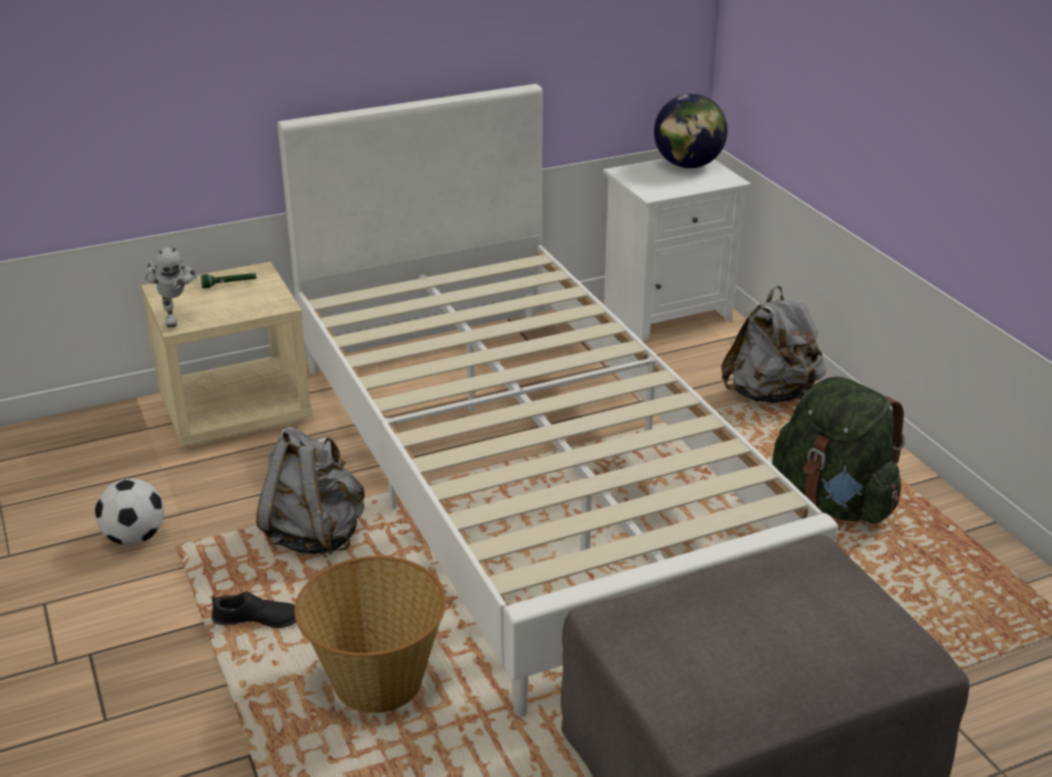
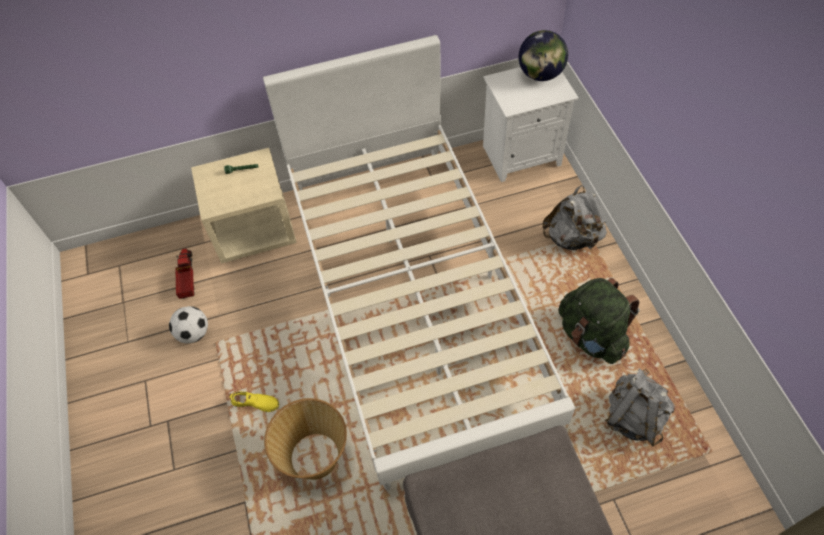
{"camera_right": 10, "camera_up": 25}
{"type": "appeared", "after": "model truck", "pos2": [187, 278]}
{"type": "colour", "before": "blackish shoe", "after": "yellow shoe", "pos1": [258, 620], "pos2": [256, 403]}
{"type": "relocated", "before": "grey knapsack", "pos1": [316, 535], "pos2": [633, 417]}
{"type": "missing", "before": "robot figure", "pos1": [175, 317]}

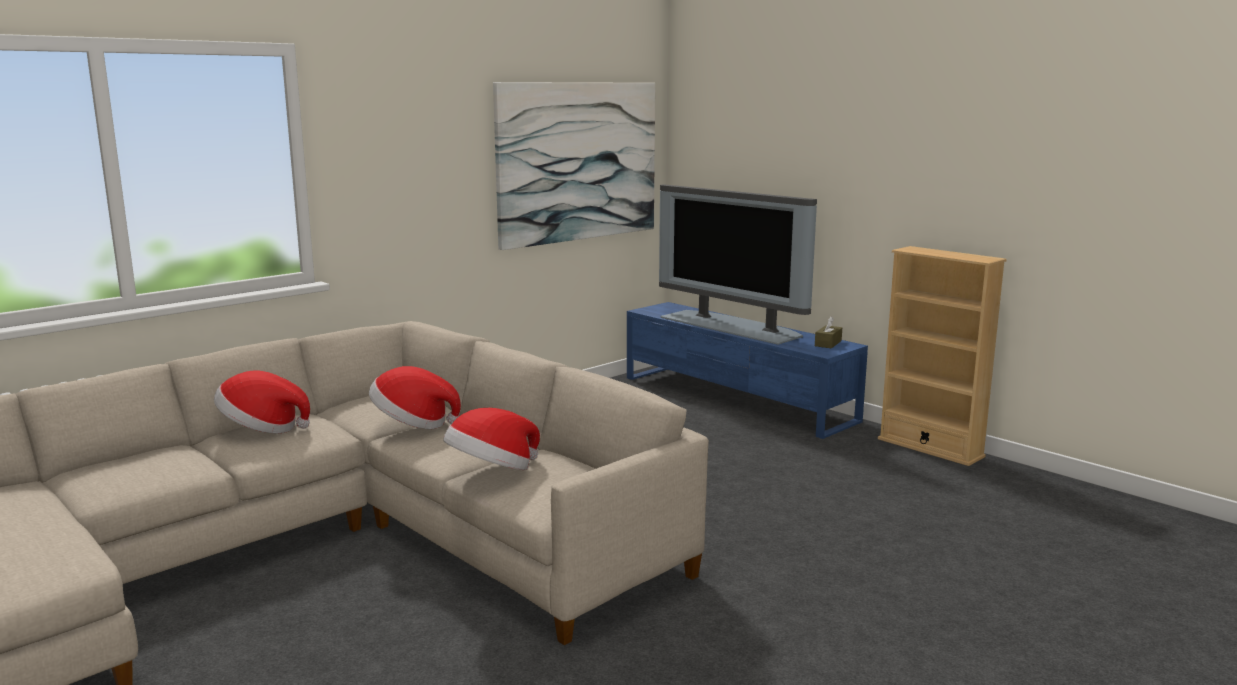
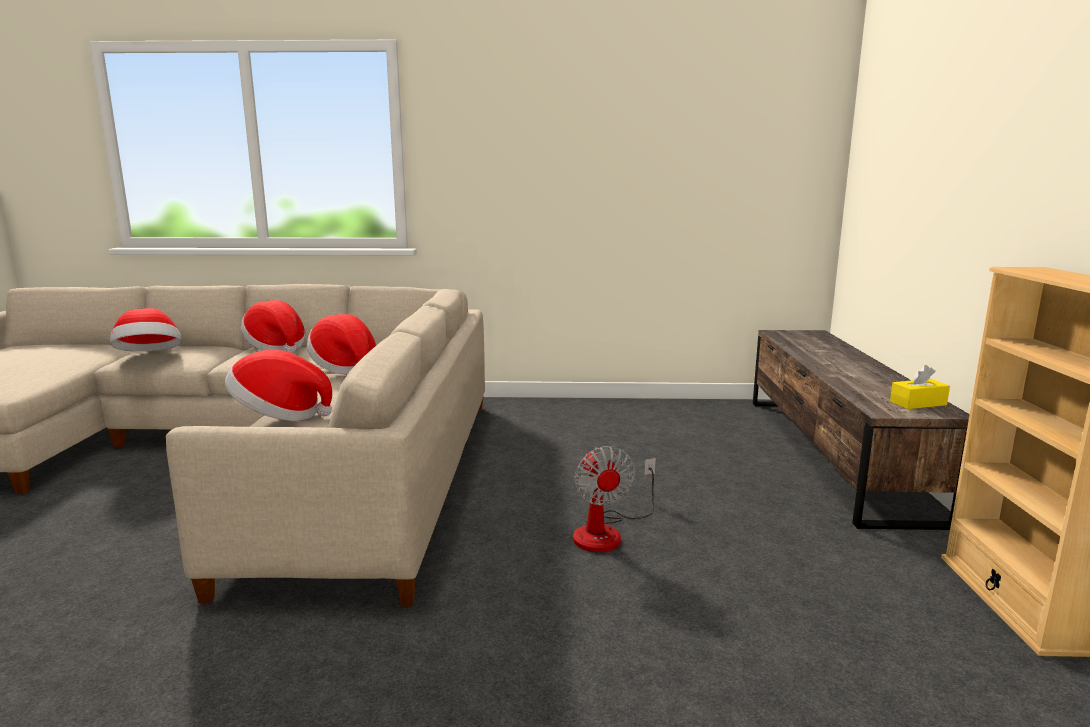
{"camera_right": 45, "camera_up": 0}
{"type": "appeared", "after": "hat", "pos2": [150, 356]}
{"type": "appeared", "after": "fan", "pos2": [607, 532]}
{"type": "colour", "before": "blue media console", "after": "brown media console", "pos1": [736, 399], "pos2": [833, 453]}
{"type": "colour", "before": "brown tissue holder", "after": "yellow tissue holder", "pos1": [828, 343], "pos2": [918, 403]}
{"type": "missing", "before": "wall picture", "pos1": [578, 162]}
{"type": "missing", "before": "TV", "pos1": [732, 326]}

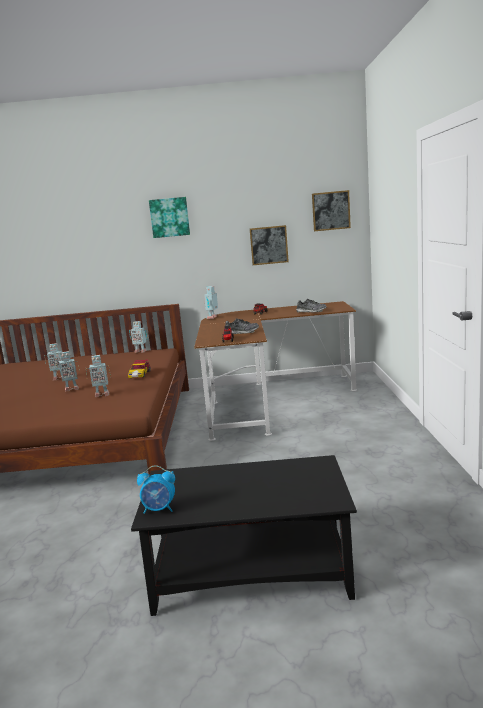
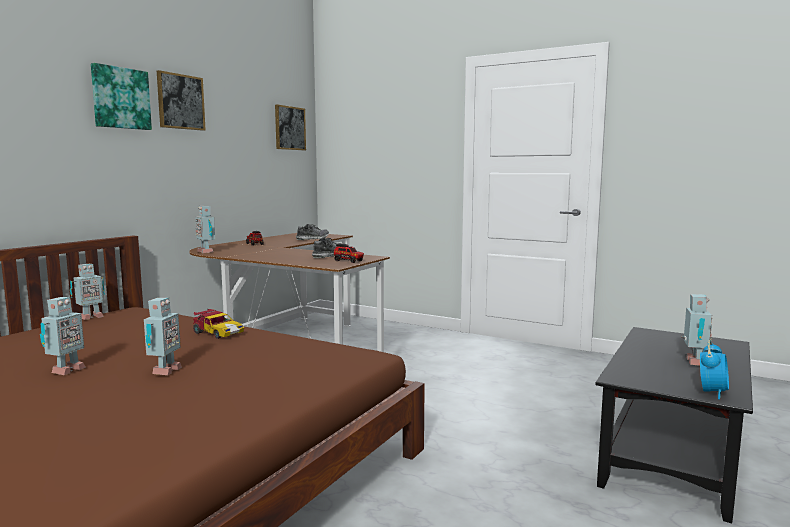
{"camera_right": -60, "camera_up": -5}
{"type": "relocated", "before": "wall picture", "pos1": [269, 245], "pos2": [180, 102]}
{"type": "relocated", "before": "robot figure", "pos1": [101, 395], "pos2": [694, 362]}

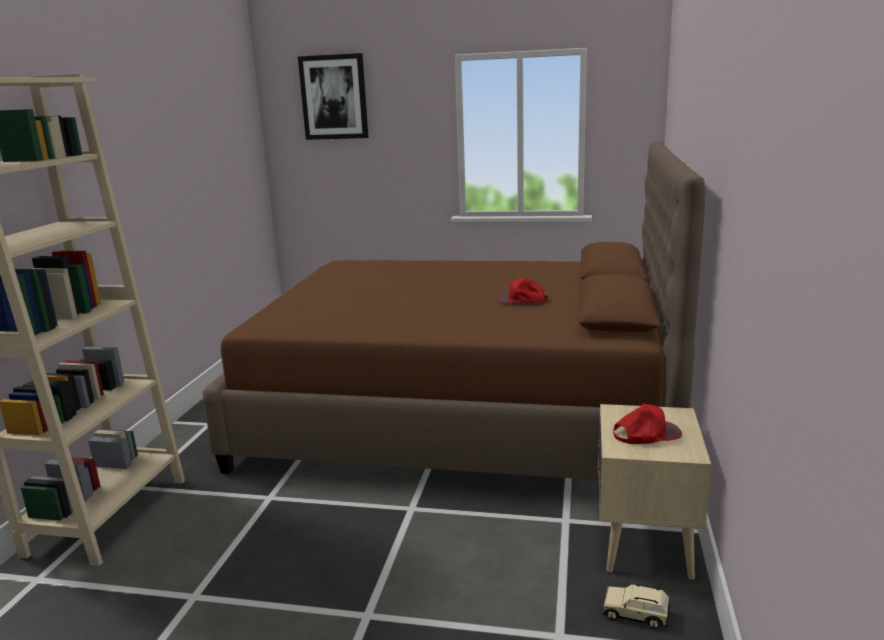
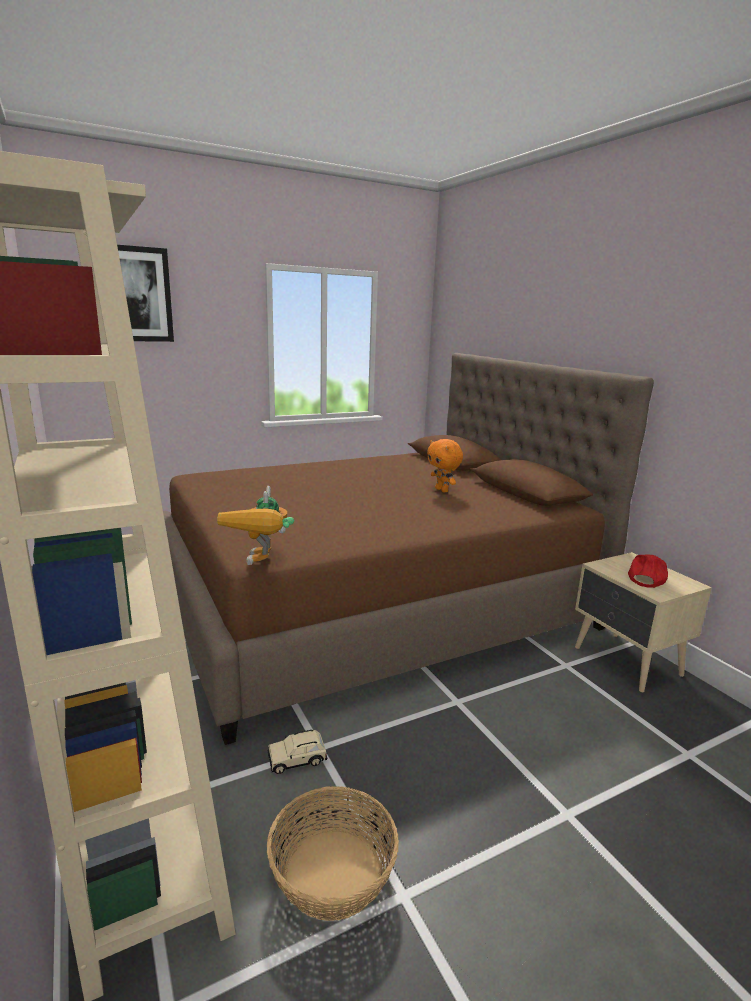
{"camera_right": -40, "camera_up": 0}
{"type": "appeared", "after": "robot figure", "pos2": [263, 565]}
{"type": "appeared", "after": "basket", "pos2": [333, 872]}
{"type": "relocated", "before": "sand-coloured model car", "pos1": [636, 614], "pos2": [297, 759]}
{"type": "exchanged", "before": "red-coloured cap", "after": "orange plush toy", "pos1": [522, 300], "pos2": [442, 490]}

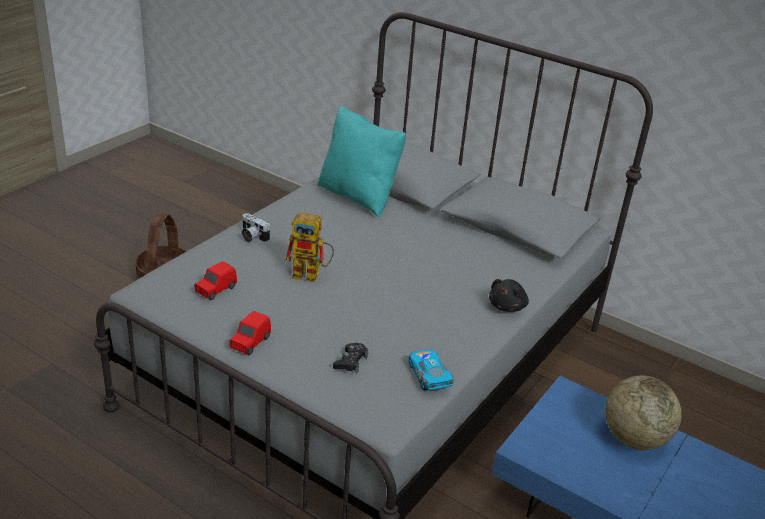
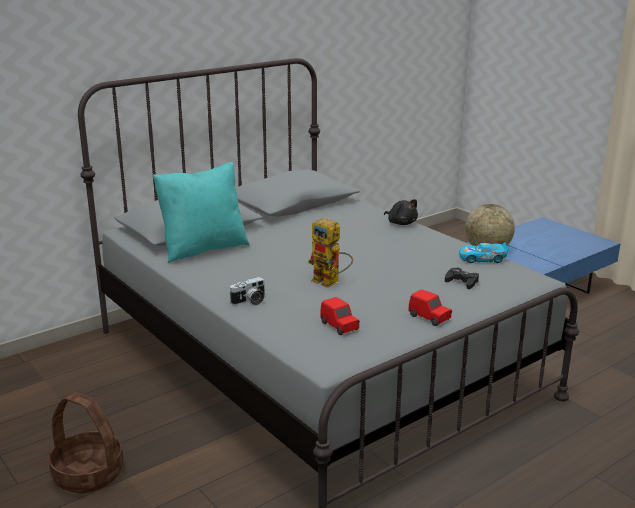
{"camera_right": -70, "camera_up": -10}
{"type": "spun", "before": "robot figure", "pos1": [312, 275], "pos2": [331, 282], "turn": 105}

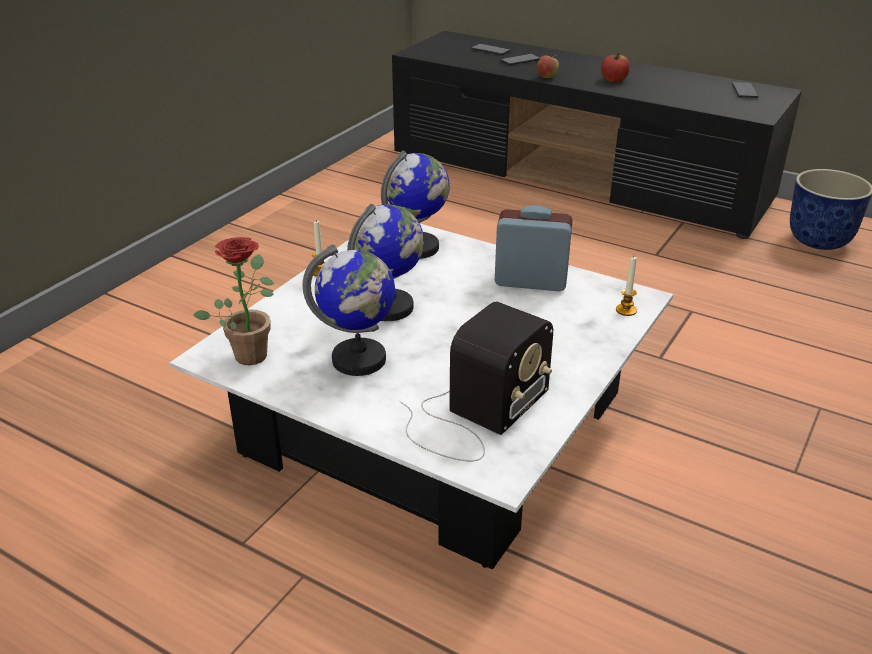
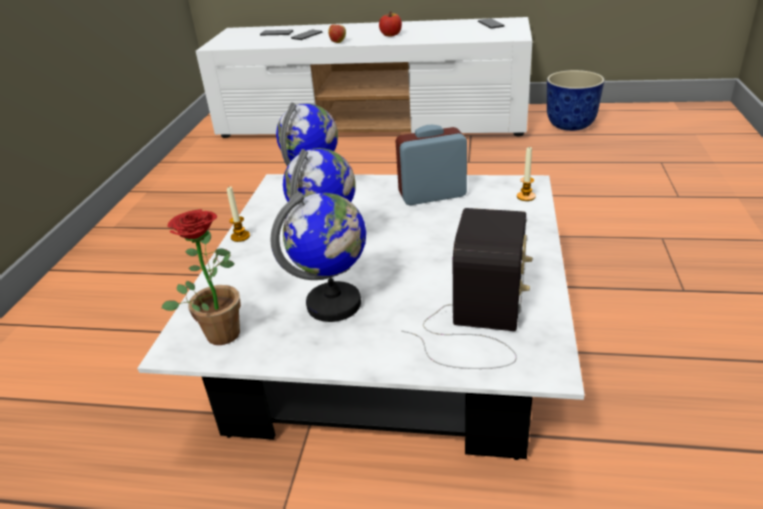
{"camera_right": -20, "camera_up": 0}
{"type": "colour", "before": "blackish media console", "after": "whitish media console", "pos1": [578, 178], "pos2": [373, 123]}

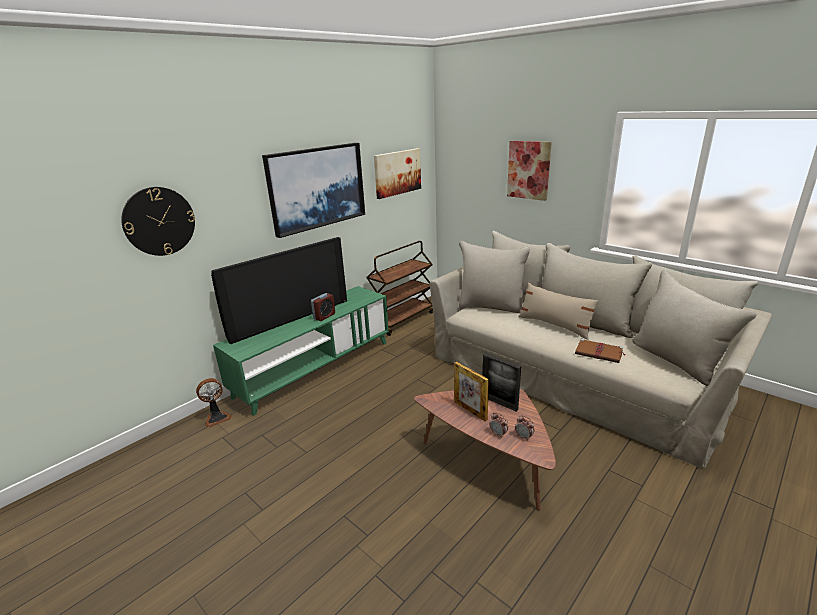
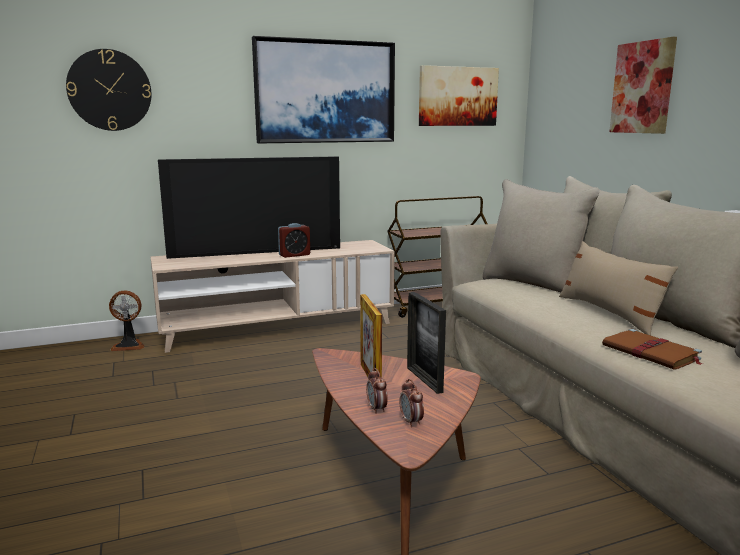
{"camera_right": 25, "camera_up": -10}
{"type": "colour", "before": "green media console", "after": "sand-coloured media console", "pos1": [315, 368], "pos2": [278, 328]}

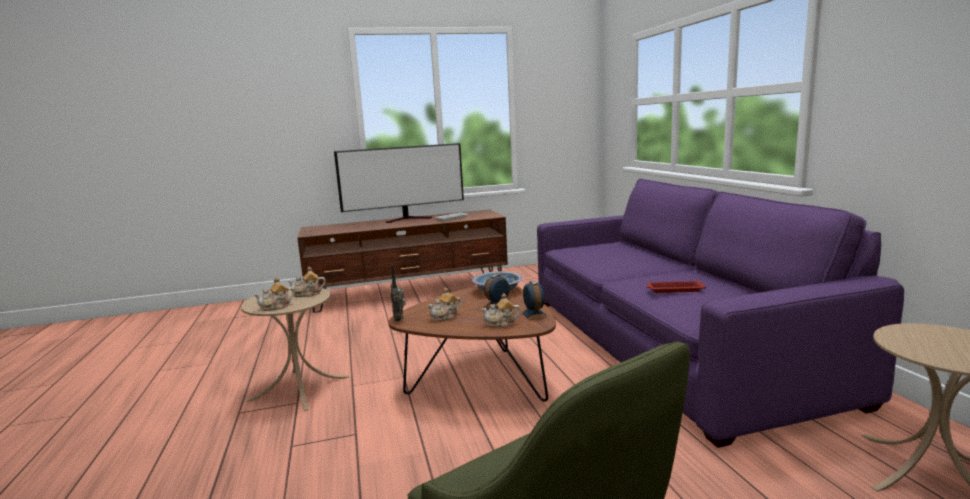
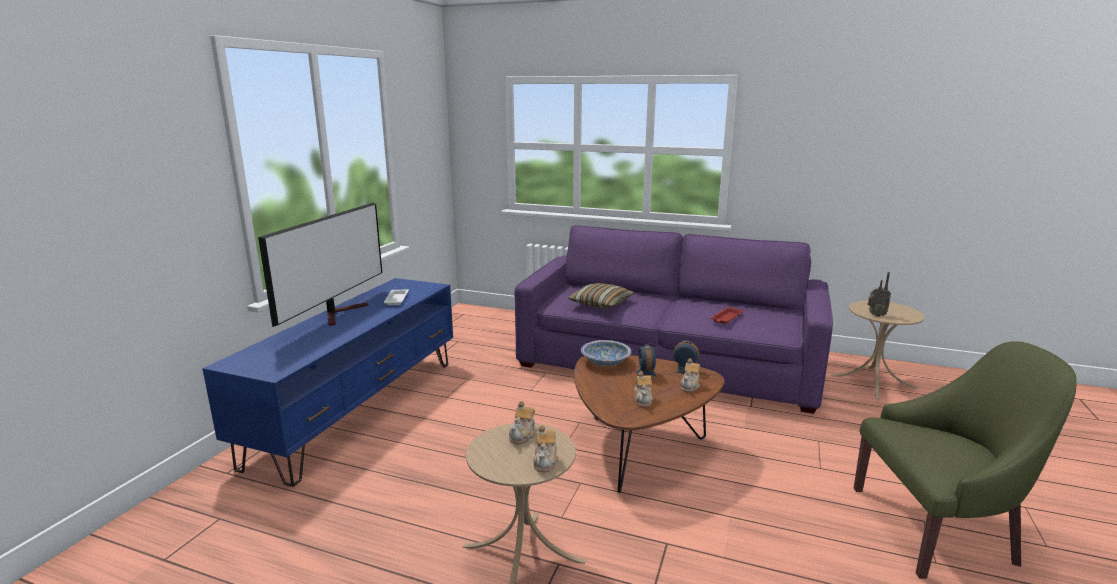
{"camera_right": -55, "camera_up": 5}
{"type": "colour", "before": "brown media console", "after": "blue media console", "pos1": [410, 292], "pos2": [359, 408]}
{"type": "appeared", "after": "cushion", "pos2": [601, 303]}
{"type": "relocated", "before": "radio", "pos1": [399, 319], "pos2": [875, 315]}

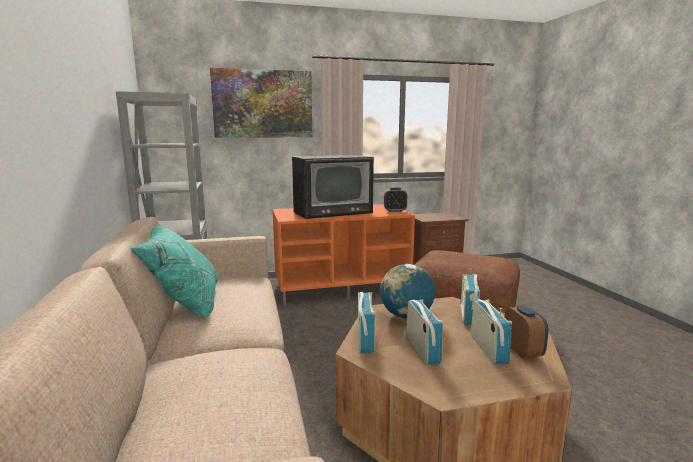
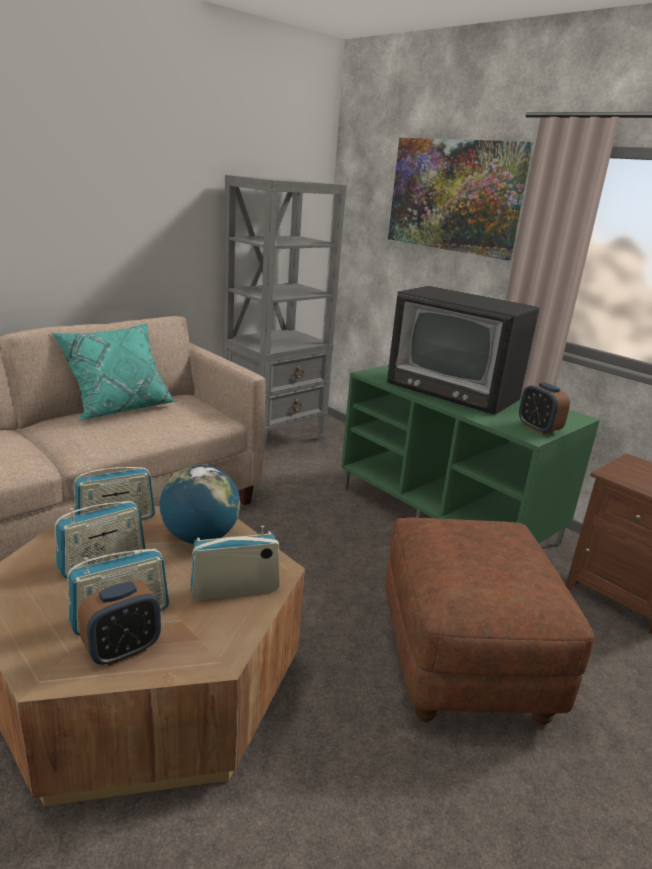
{"camera_right": 60, "camera_up": 10}
{"type": "colour", "before": "orange media console", "after": "green media console", "pos1": [342, 288], "pos2": [448, 515]}

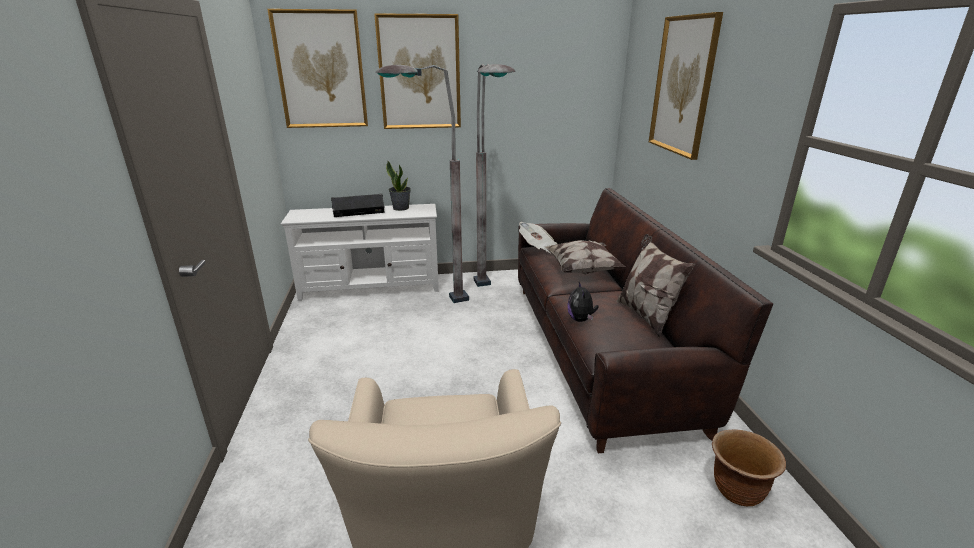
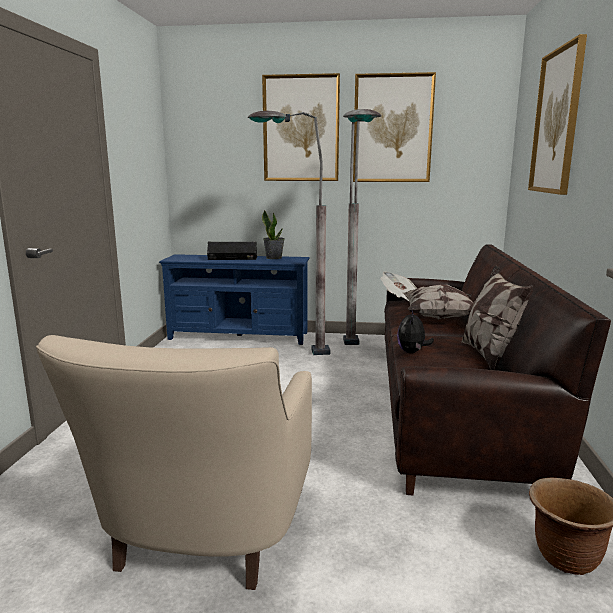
{"camera_right": 15, "camera_up": -10}
{"type": "colour", "before": "whitish media console", "after": "blue media console", "pos1": [370, 287], "pos2": [239, 336]}
{"type": "relocated", "before": "wall picture", "pos1": [321, 70], "pos2": [392, 129]}

